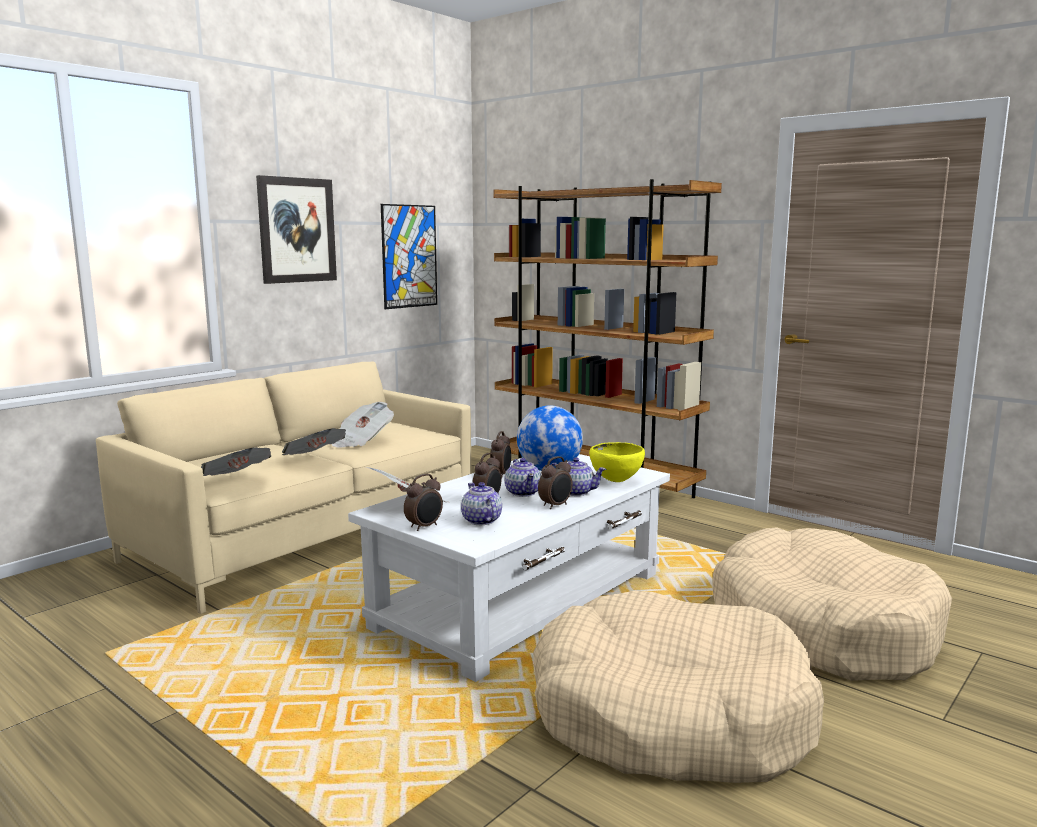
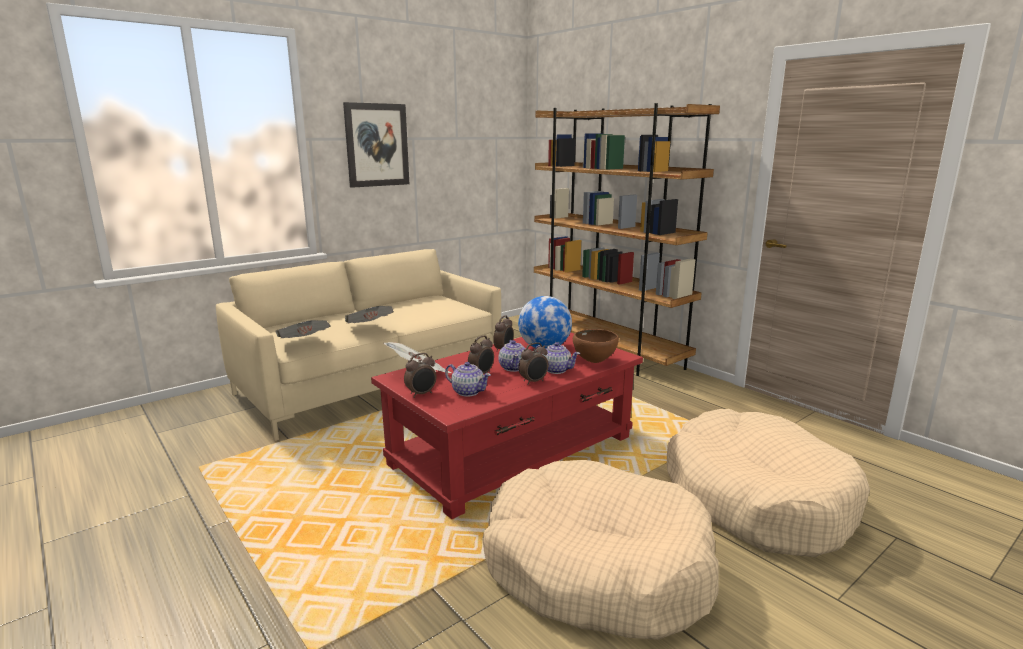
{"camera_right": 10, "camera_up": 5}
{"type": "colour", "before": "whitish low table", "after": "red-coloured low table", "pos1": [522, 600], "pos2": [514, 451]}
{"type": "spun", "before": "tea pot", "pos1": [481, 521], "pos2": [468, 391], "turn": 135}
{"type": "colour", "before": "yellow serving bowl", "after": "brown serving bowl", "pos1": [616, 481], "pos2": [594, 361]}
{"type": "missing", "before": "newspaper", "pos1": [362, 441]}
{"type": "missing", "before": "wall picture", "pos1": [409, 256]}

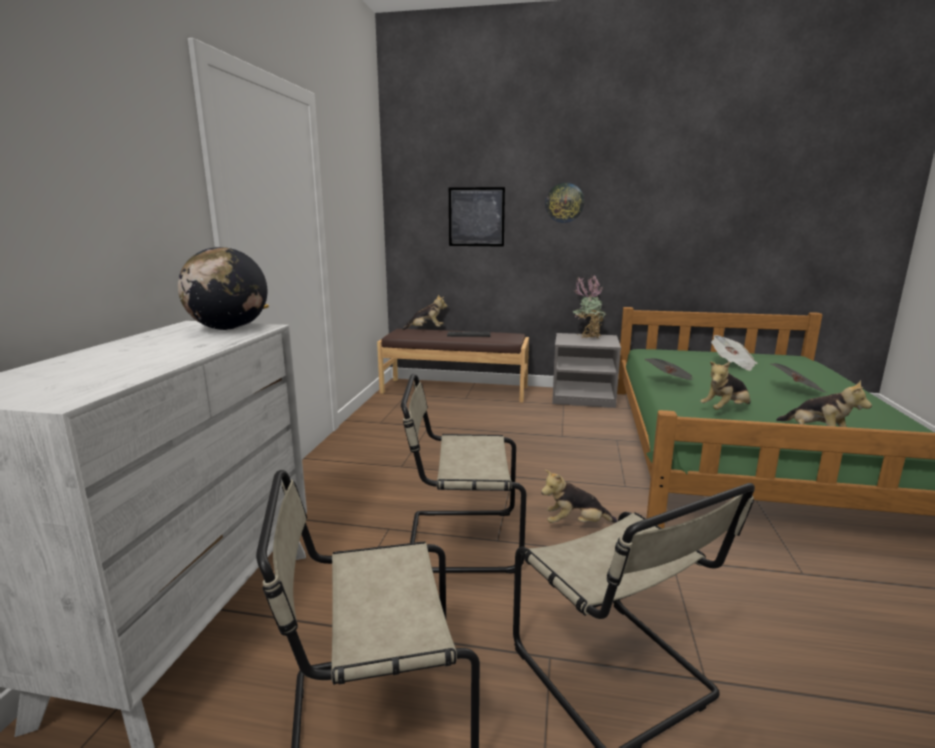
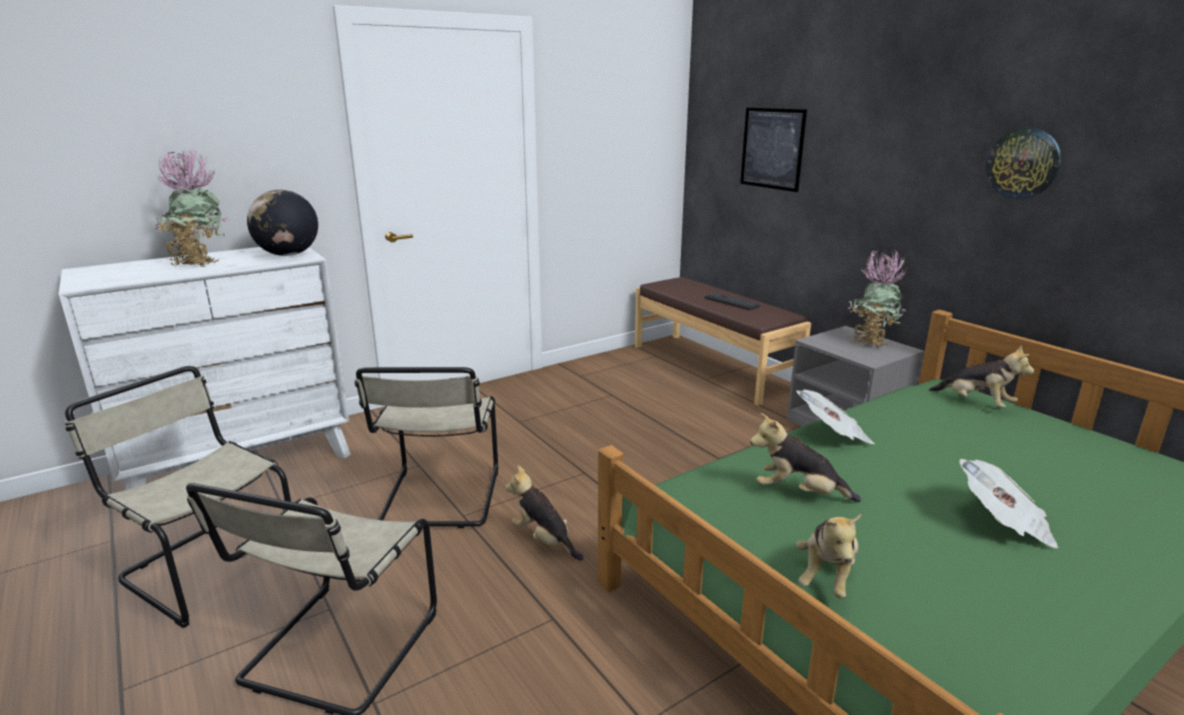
{"camera_right": 45, "camera_up": 5}
{"type": "appeared", "after": "houseplant", "pos2": [199, 263]}
{"type": "spun", "before": "sand-coloured plain chair", "pos1": [459, 541], "pos2": [440, 500], "turn": -135}
{"type": "relocated", "before": "plush toy", "pos1": [426, 330], "pos2": [976, 403]}
{"type": "relocated", "before": "clock on the wall", "pos1": [564, 203], "pos2": [1023, 163]}
{"type": "missing", "before": "newspaper", "pos1": [732, 364]}

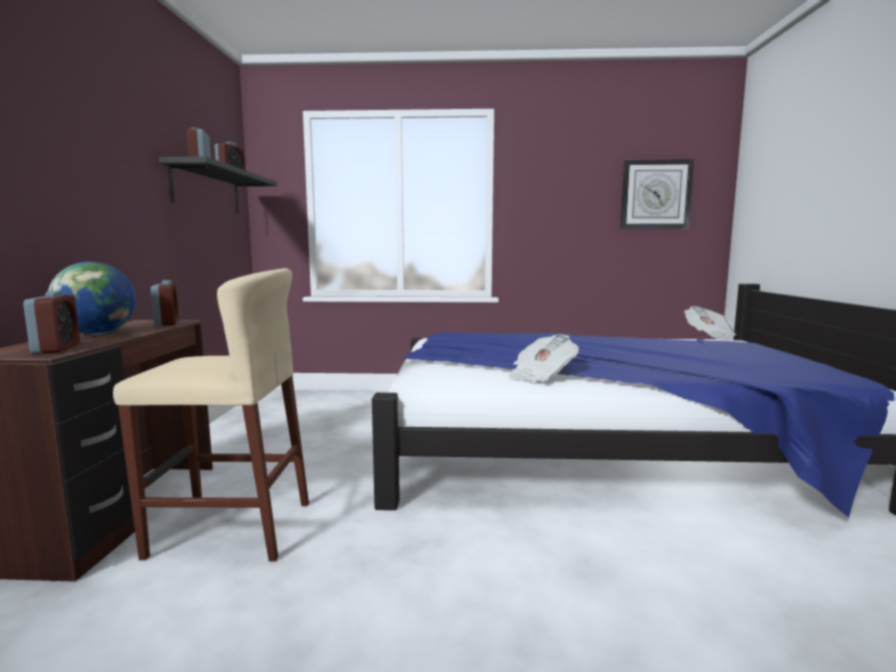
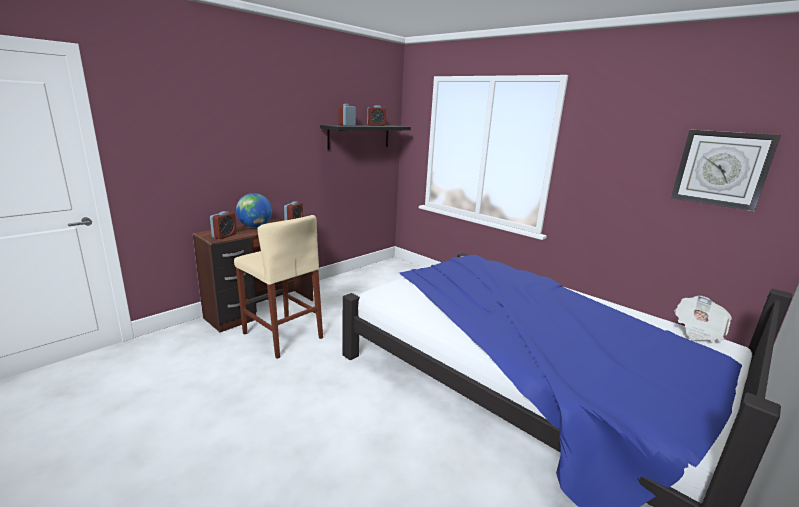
{"camera_right": 40, "camera_up": 10}
{"type": "missing", "before": "newspaper", "pos1": [540, 376]}

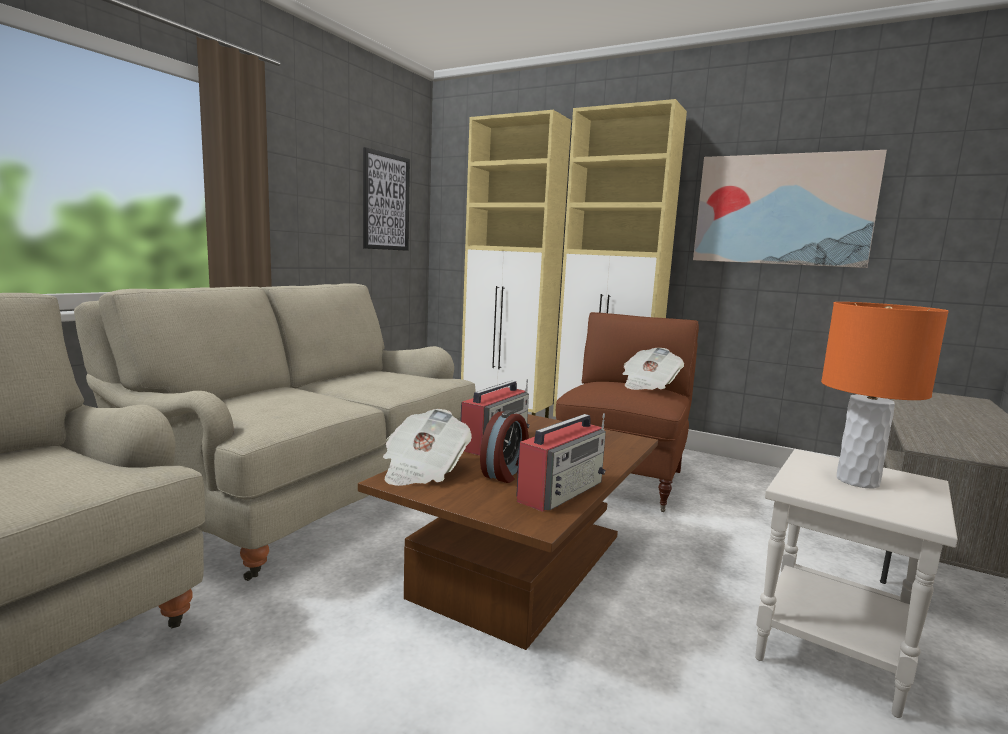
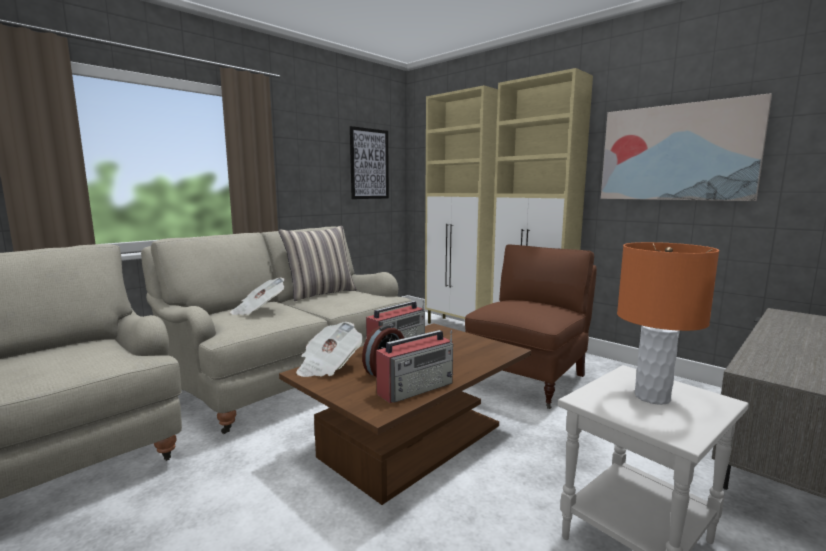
{"camera_right": 15, "camera_up": 0}
{"type": "relocated", "before": "newspaper", "pos1": [648, 385], "pos2": [259, 310]}
{"type": "appeared", "after": "cushion", "pos2": [321, 293]}

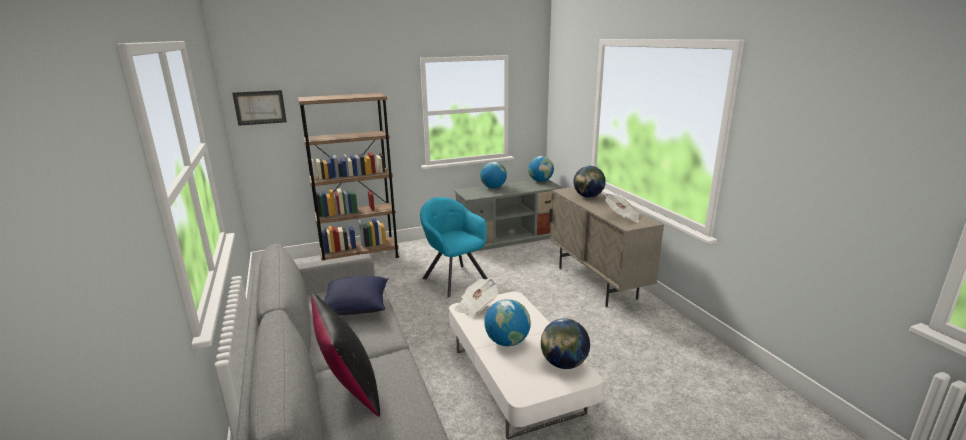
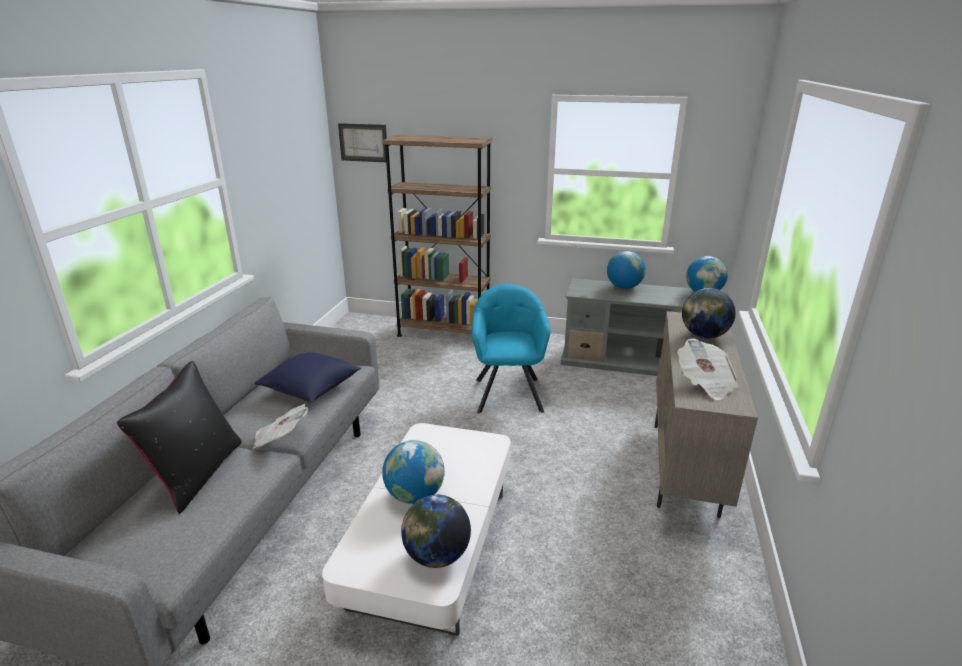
{"camera_right": 35, "camera_up": 5}
{"type": "relocated", "before": "newspaper", "pos1": [476, 307], "pos2": [281, 439]}

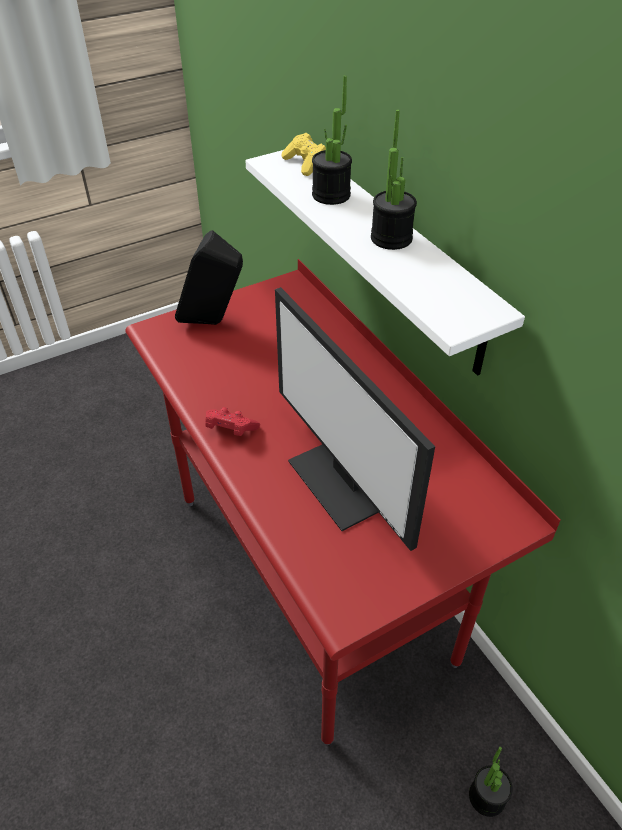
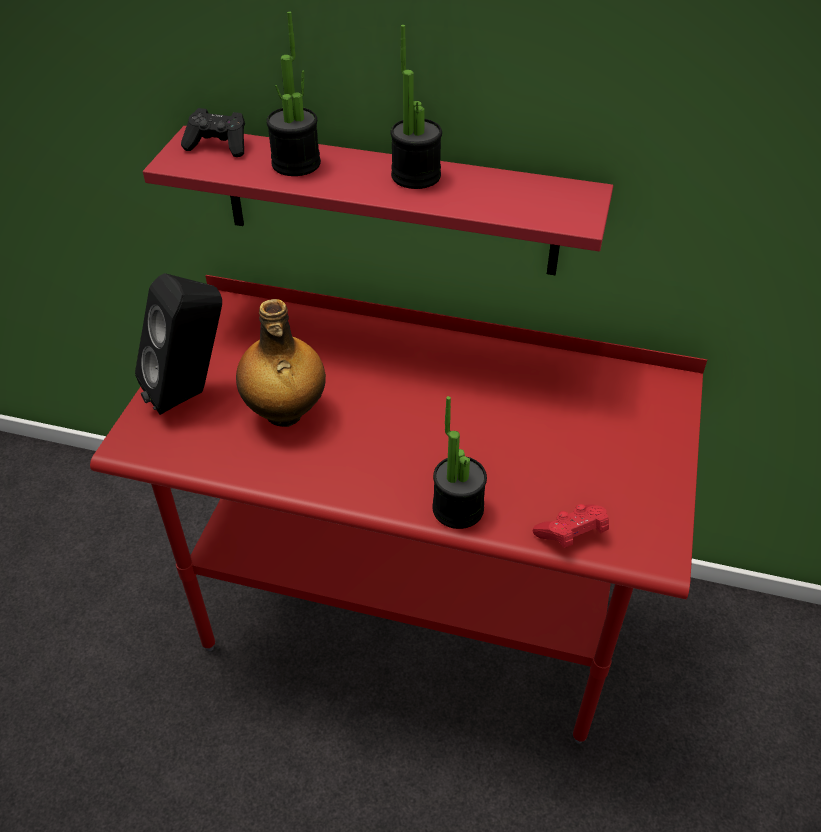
{"camera_right": -45, "camera_up": 0}
{"type": "colour", "before": "whitish wall shelf", "after": "red-coloured wall shelf", "pos1": [395, 256], "pos2": [389, 202]}
{"type": "colour", "before": "yellow joypad", "after": "blackish joypad", "pos1": [305, 164], "pos2": [219, 146]}
{"type": "appeared", "after": "drink bottle", "pos2": [285, 413]}
{"type": "relocated", "before": "houseplant", "pos1": [487, 797], "pos2": [458, 509]}
{"type": "relocated", "before": "red-coloured joypad", "pos1": [230, 430], "pos2": [571, 534]}
{"type": "missing", "before": "monitor", "pos1": [343, 482]}

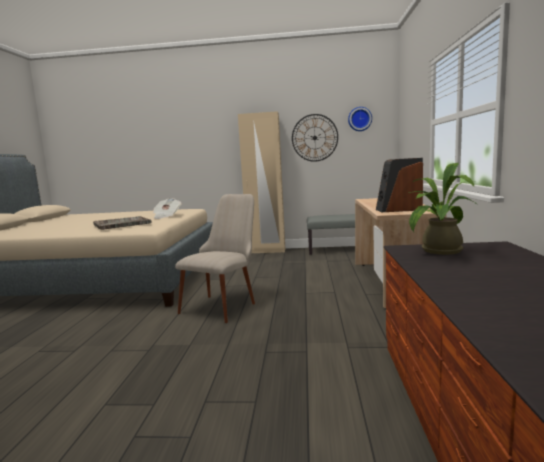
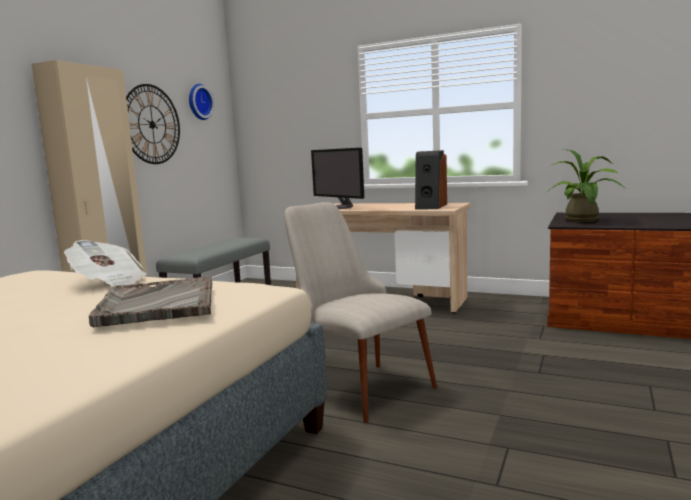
{"camera_right": -70, "camera_up": 0}
{"type": "appeared", "after": "monitor", "pos2": [339, 207]}

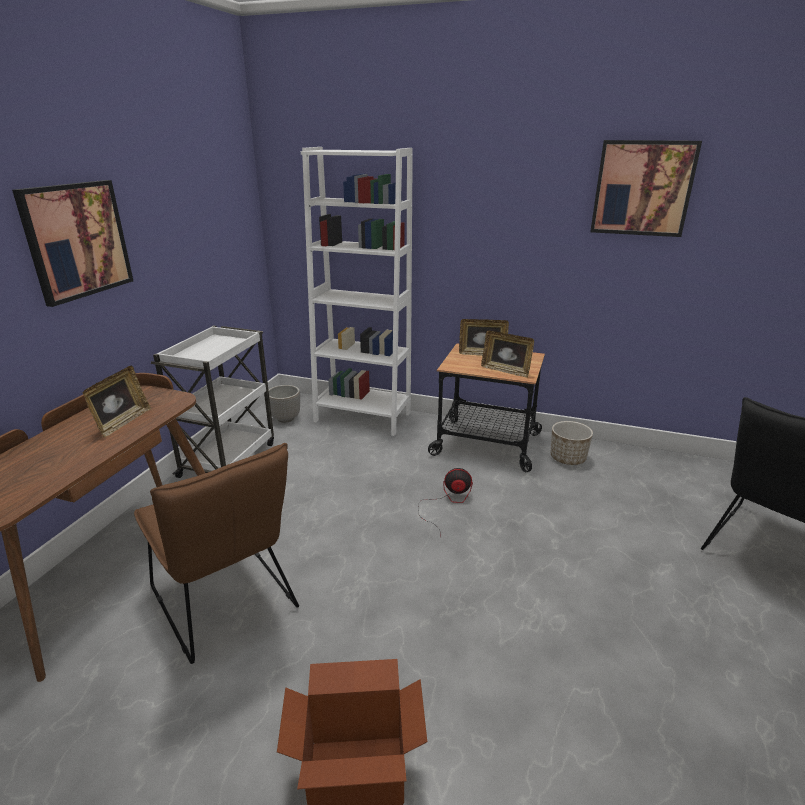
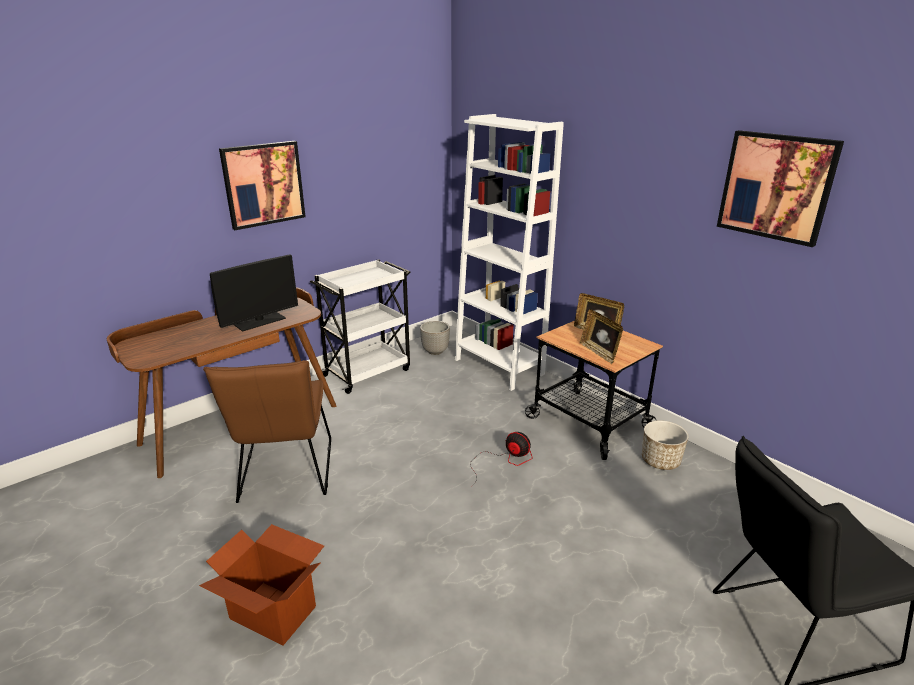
{"camera_right": 30, "camera_up": 0}
{"type": "exchanged", "before": "photo frame", "after": "monitor", "pos1": [122, 422], "pos2": [260, 321]}

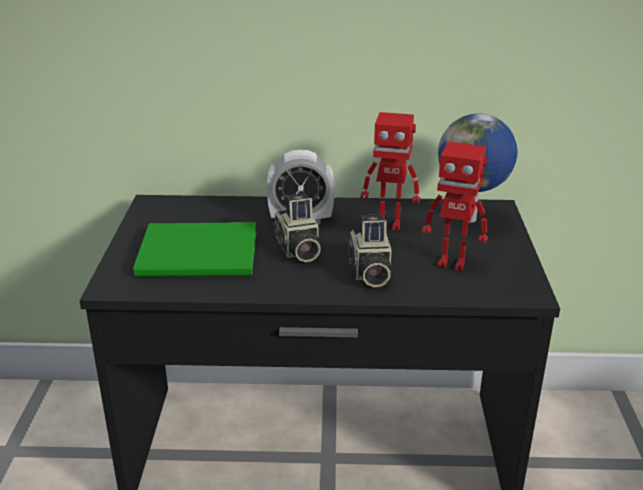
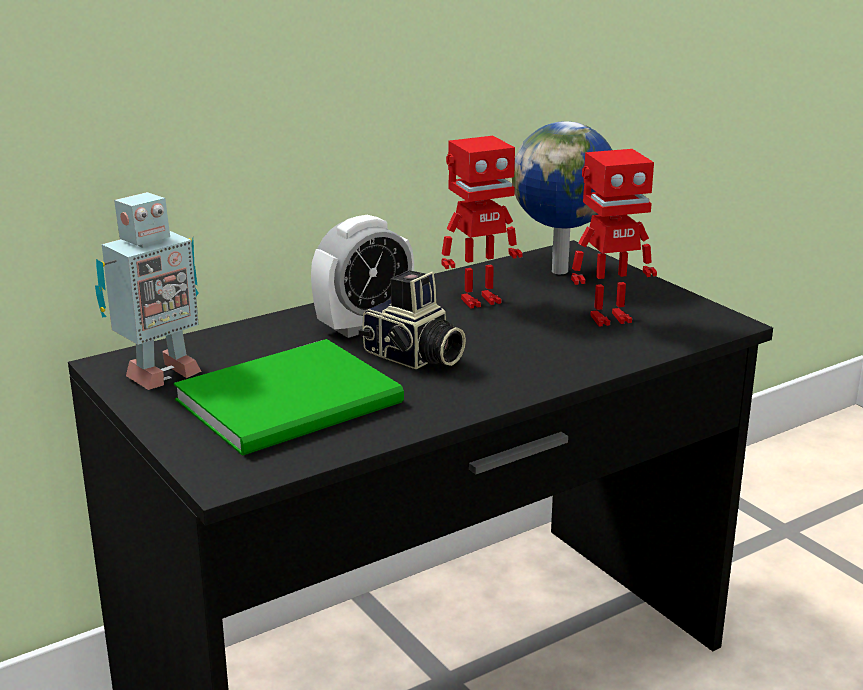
{"camera_right": -35, "camera_up": -5}
{"type": "appeared", "after": "robot figure", "pos2": [158, 374]}
{"type": "missing", "before": "photo camera", "pos1": [369, 272]}

